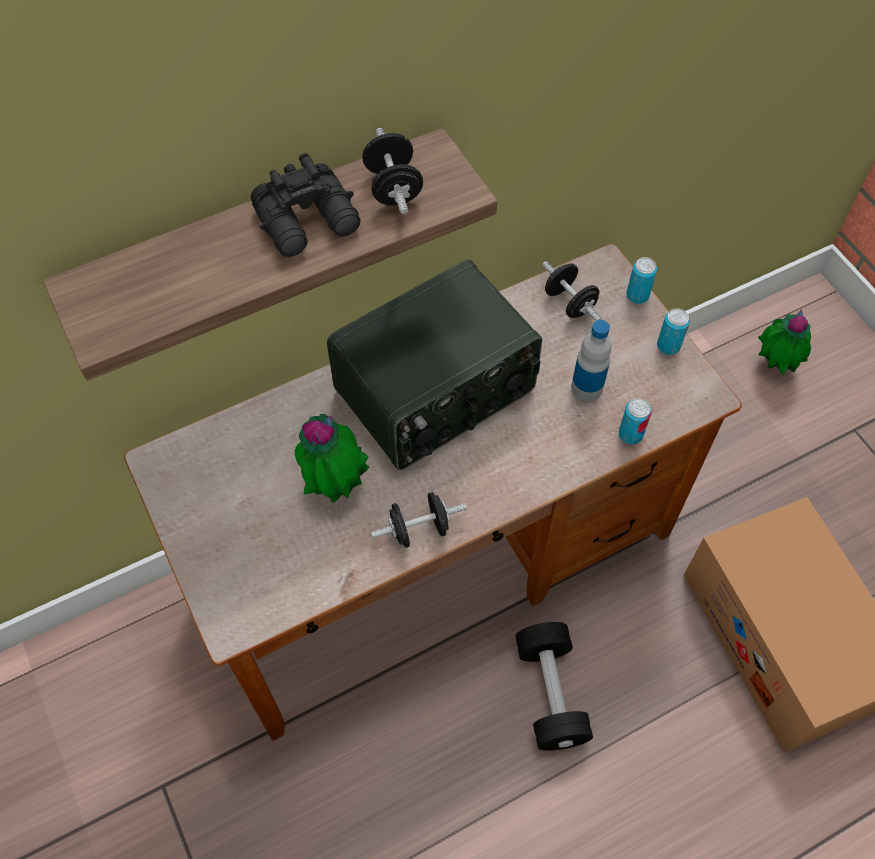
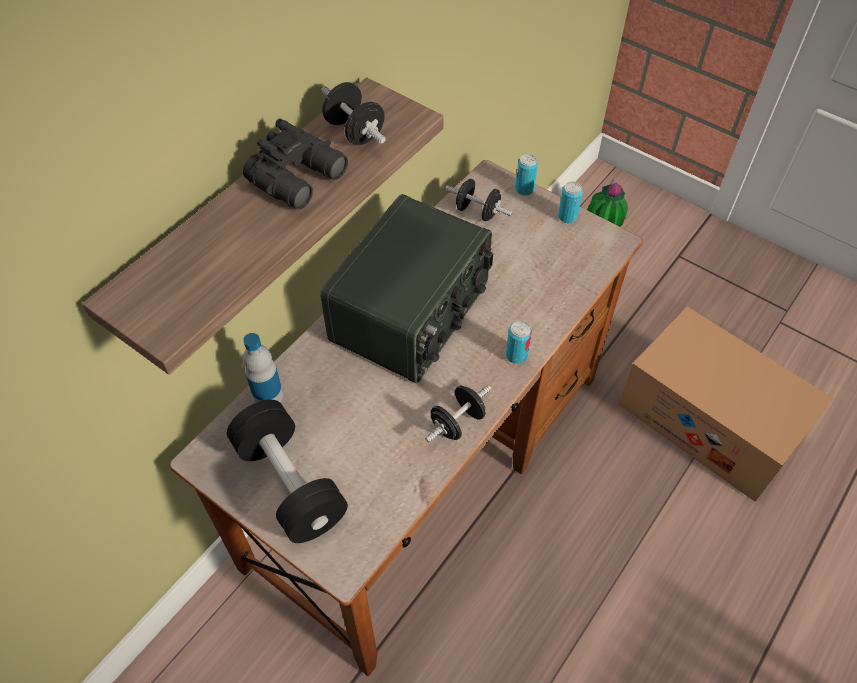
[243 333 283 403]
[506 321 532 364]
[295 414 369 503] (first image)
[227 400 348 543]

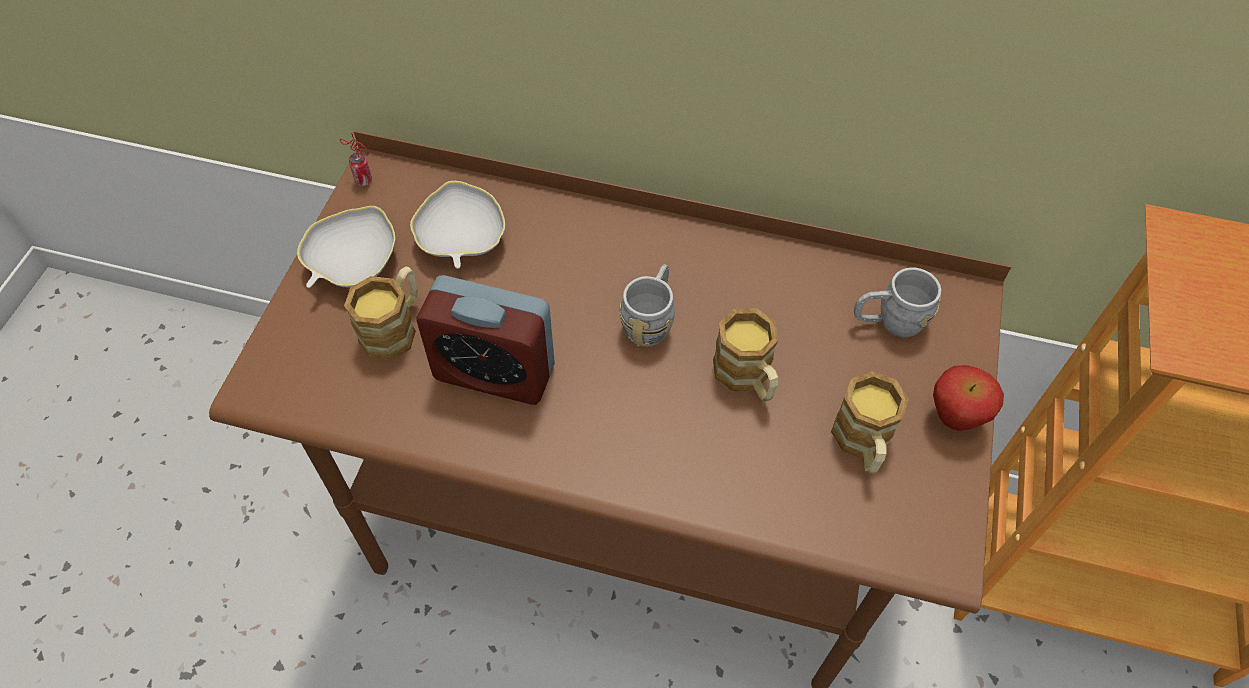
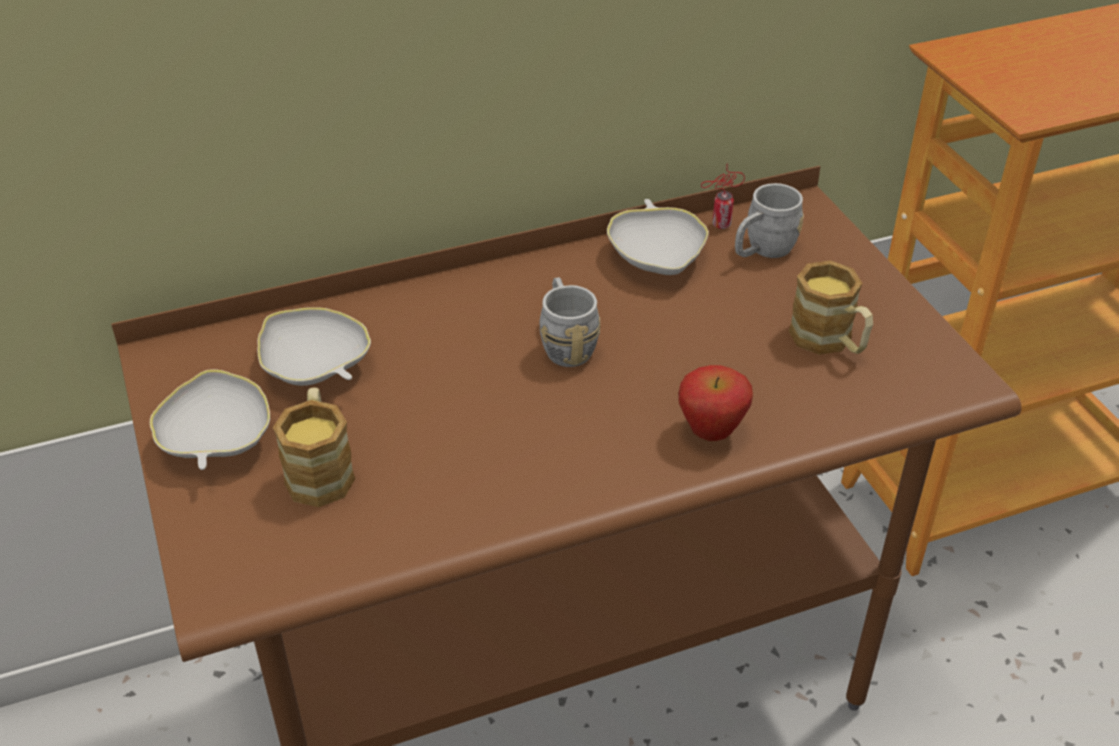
[701 164 745 229]
[417 275 555 405] (first image)
[713 308 778 402] (first image)
[678 365 753 441]
[607 199 709 275]

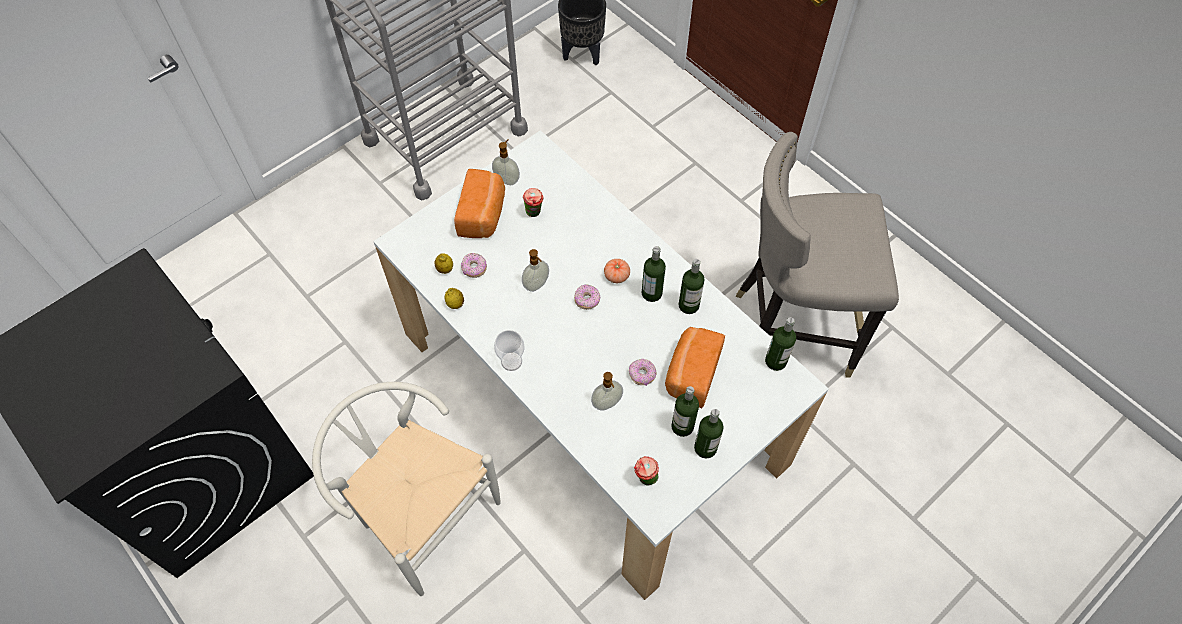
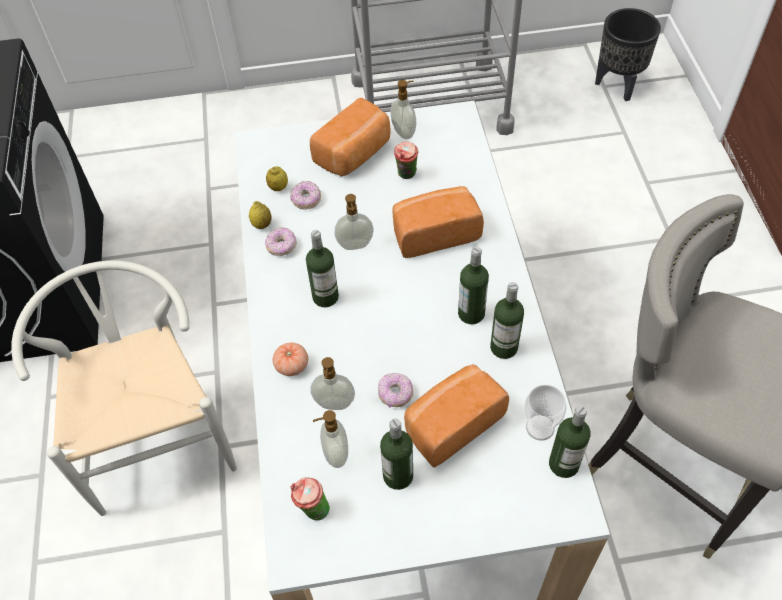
[273 342 308 376]
[265 227 297 256]
[524 385 567 441]
[306 230 339 307]
[392 186 484 258]
[313 410 348 468]

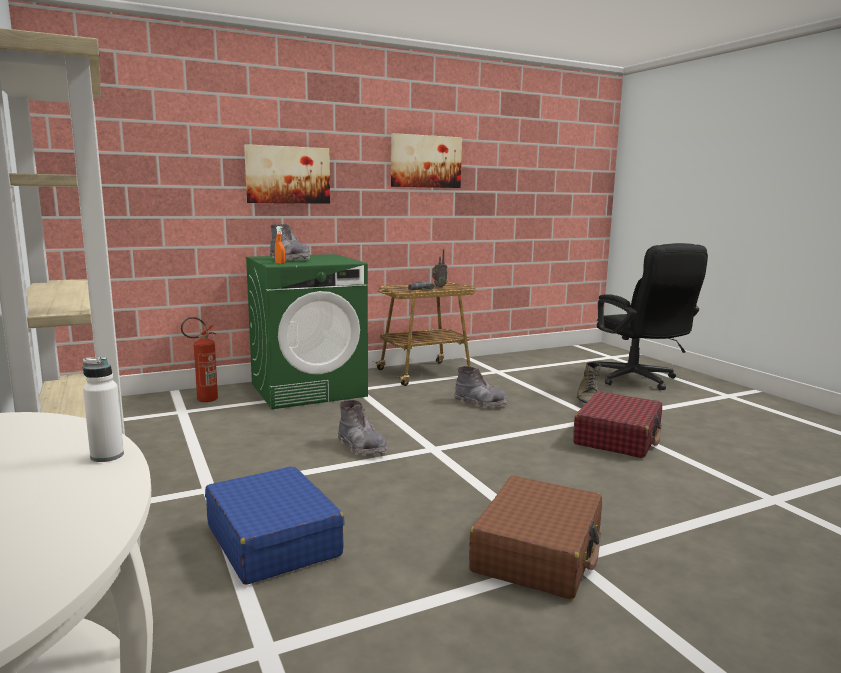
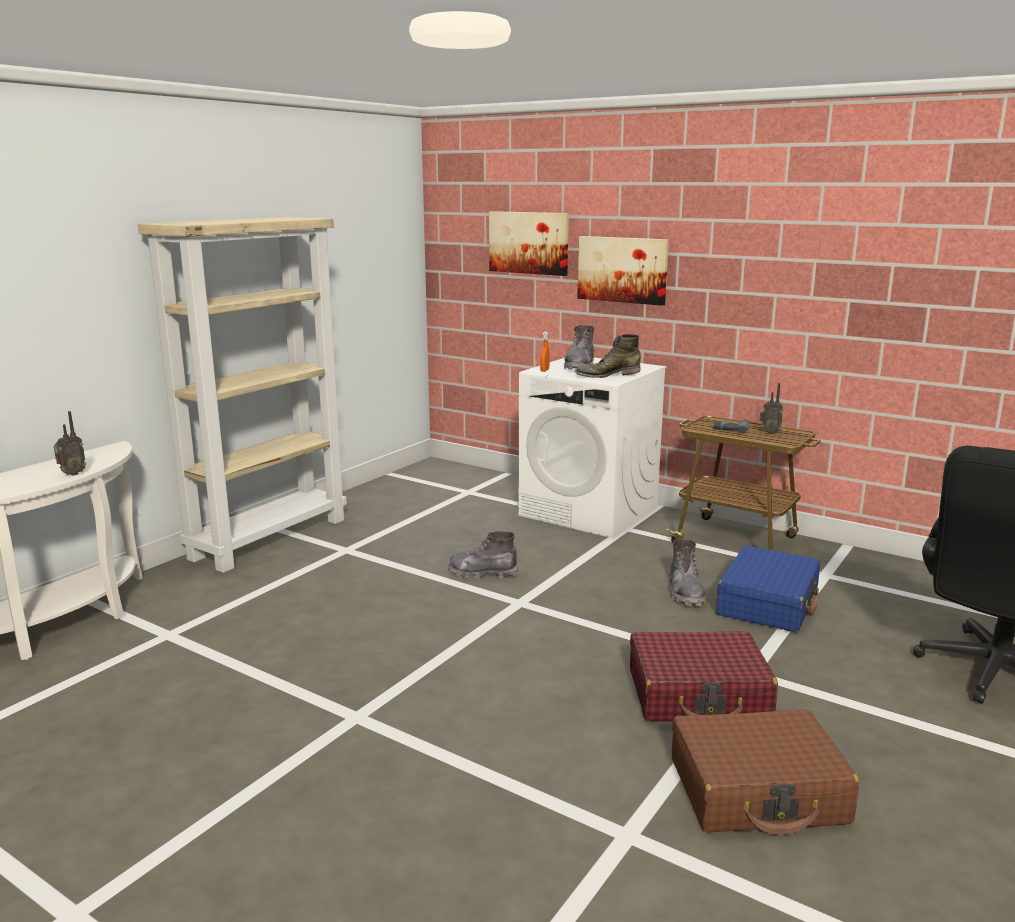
[489 211 569 276]
[518 358 667 538]
[181 317 218 402] (first image)
[54 411 86 476]
[575 334 641 378]
[448 531 518 579]
[716 545 820 632]
[672 709 859 835]

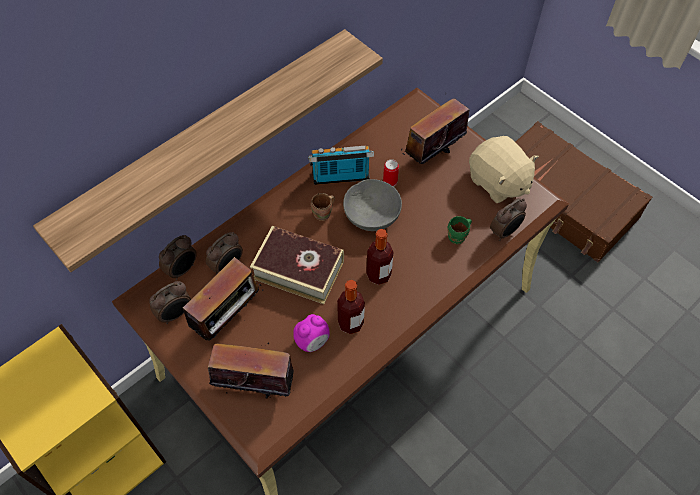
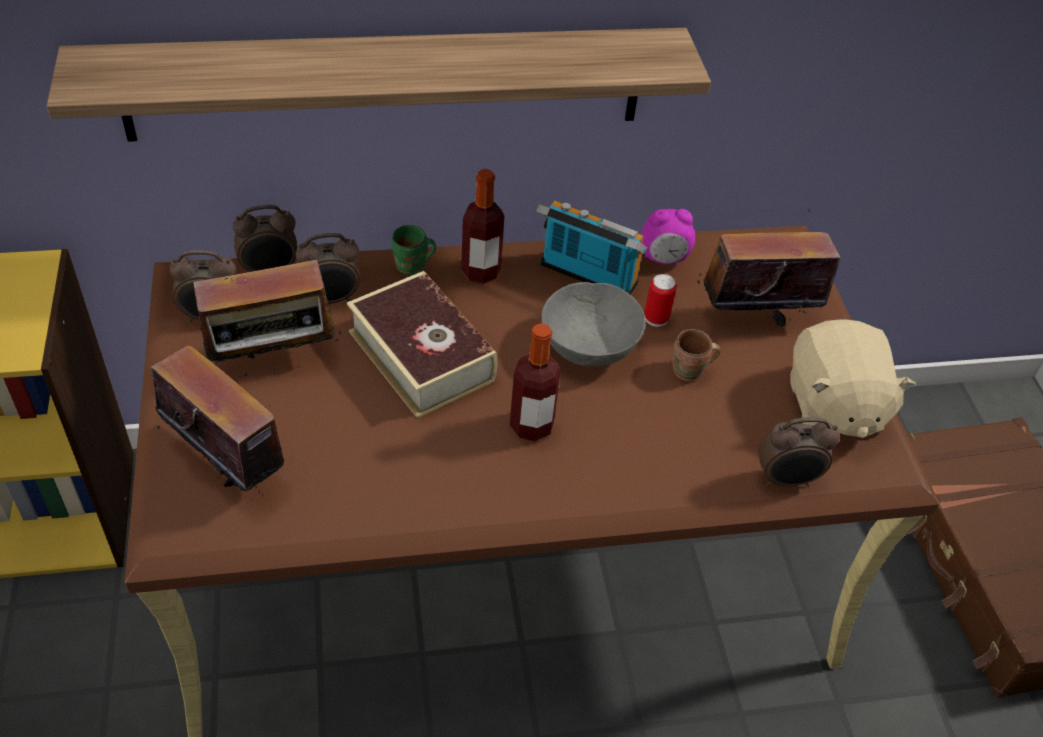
[673 329 721 381]
[392 225 436 275]
[461 169 504 284]
[641 209 695 265]

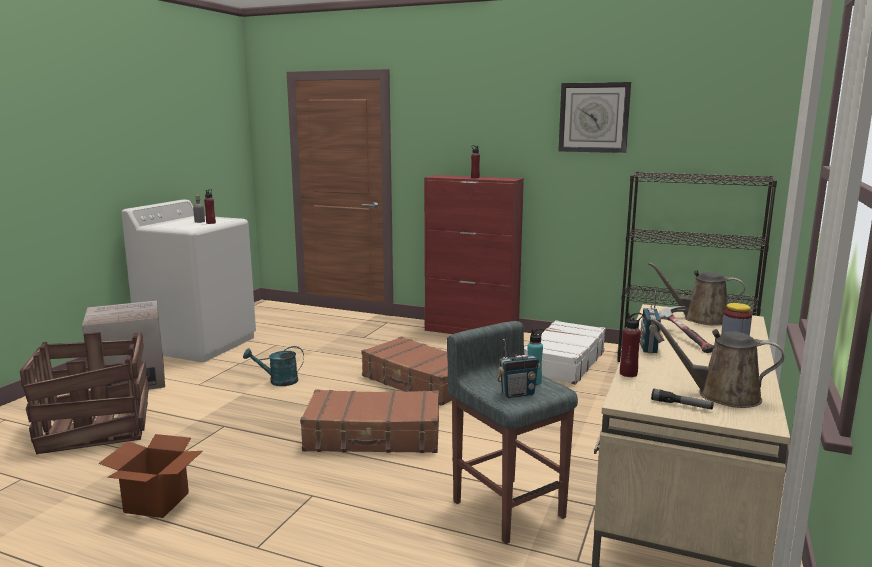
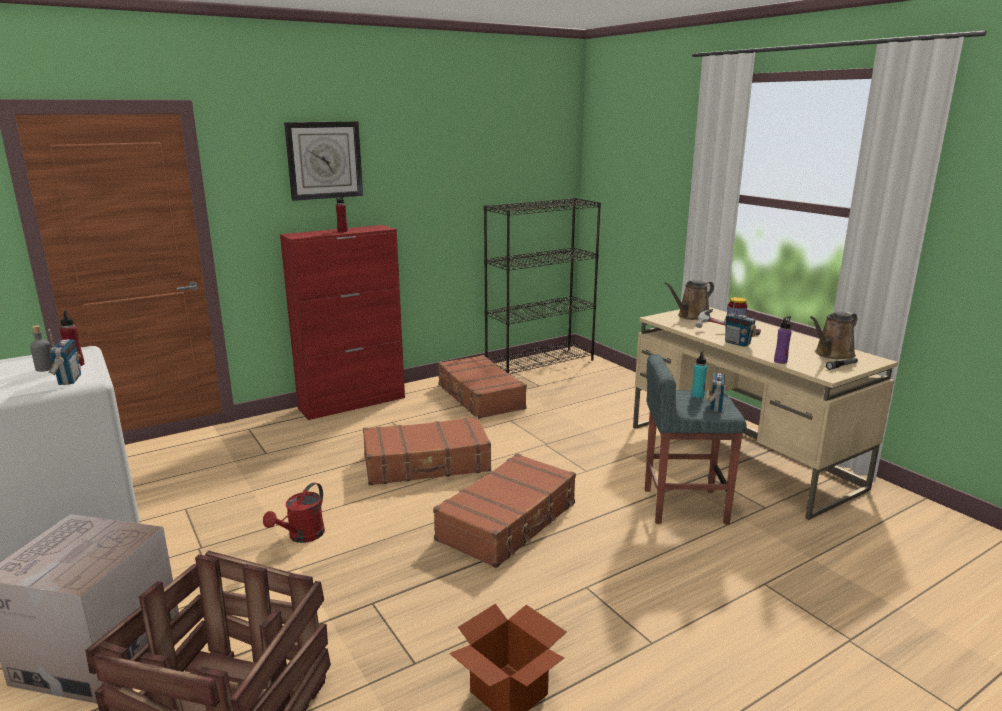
[284 121 363 201]
[774 316 792 364]
[438 355 527 419]
[263 483 325 543]
[48 329 81 385]

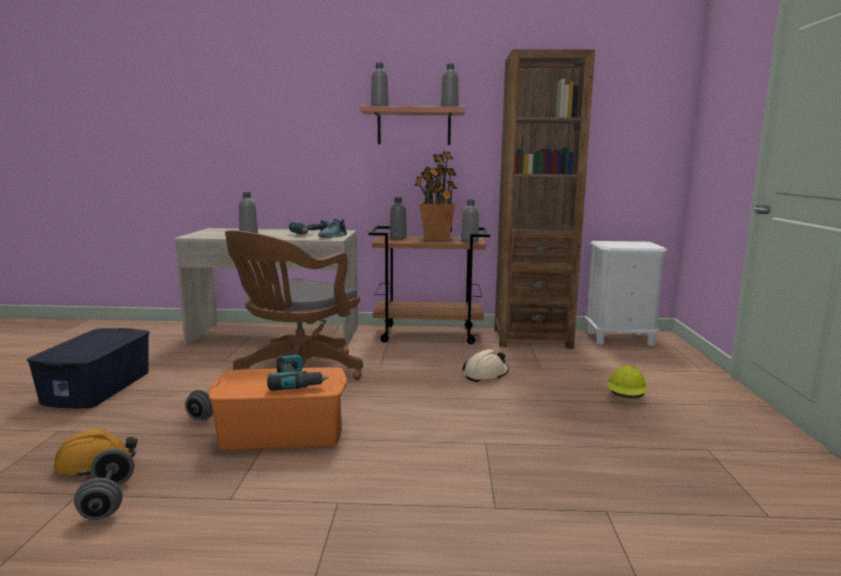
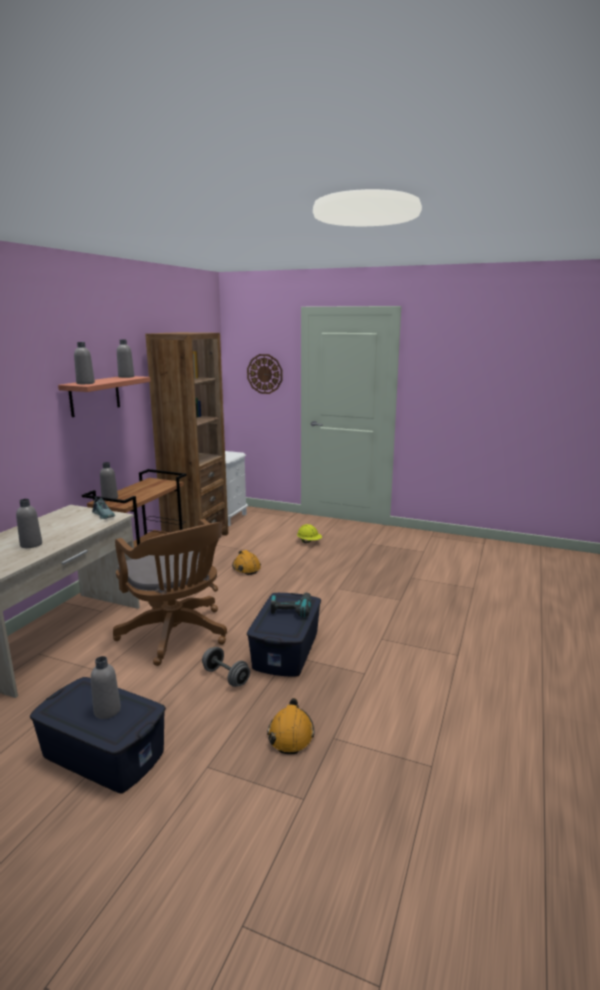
[415 151 457 241] (first image)
[91 656 121 719]
[289 220 330 234] (first image)
[232 550 261 575]
[247 593 321 677]
[74 449 134 520] (first image)
[247 354 283 394]

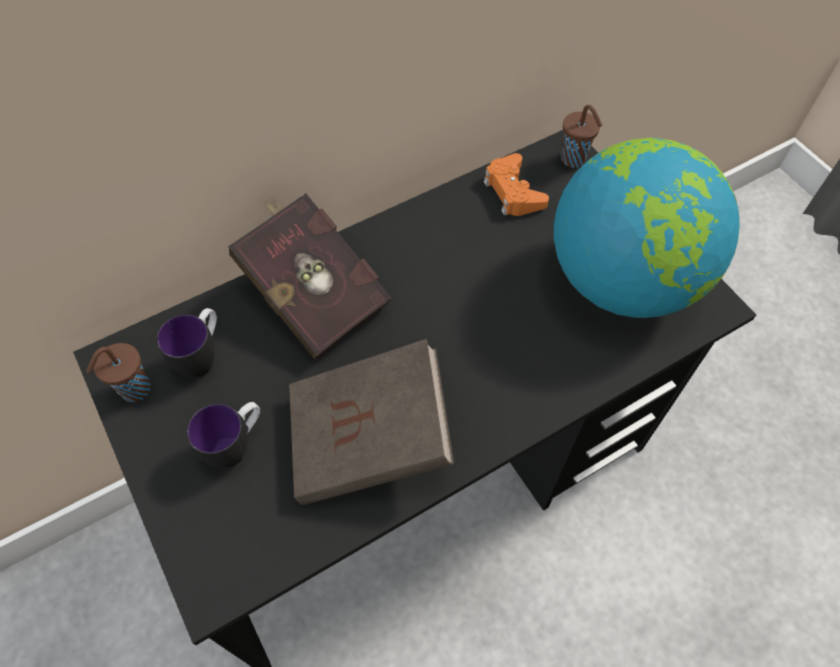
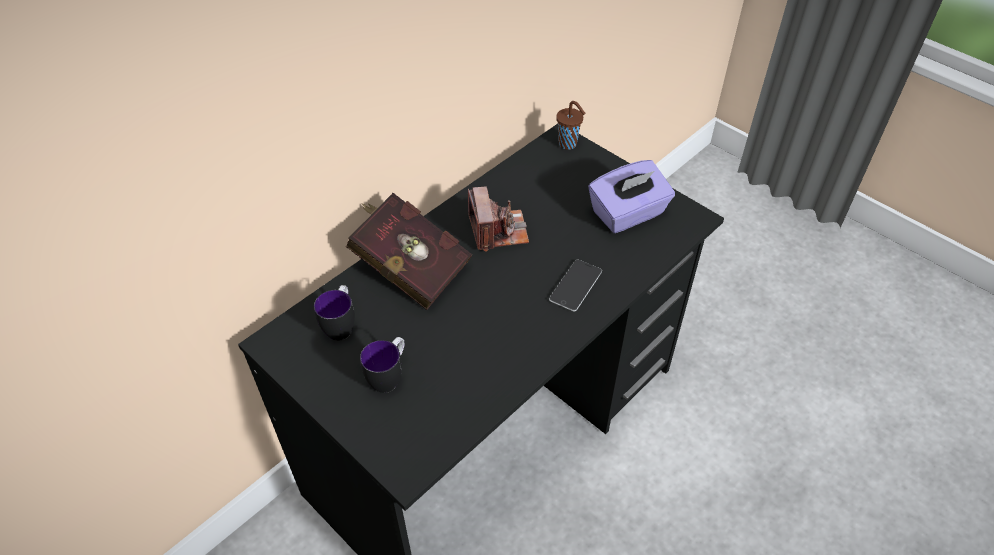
[589 160 675 233]
[484 153 549 216] (first image)
[289 339 454 505] (first image)
[86 343 151 402] (first image)
[468 186 529 252]
[549 260 602 312]

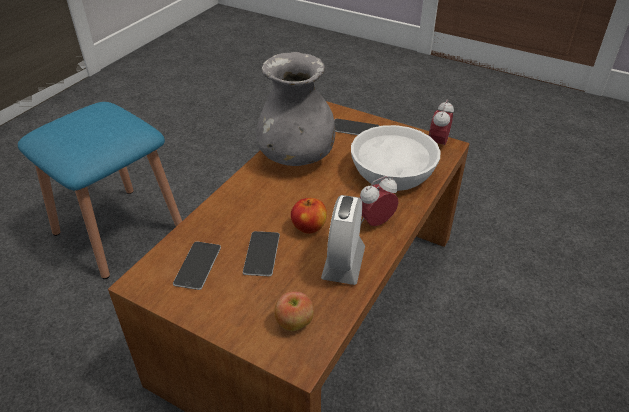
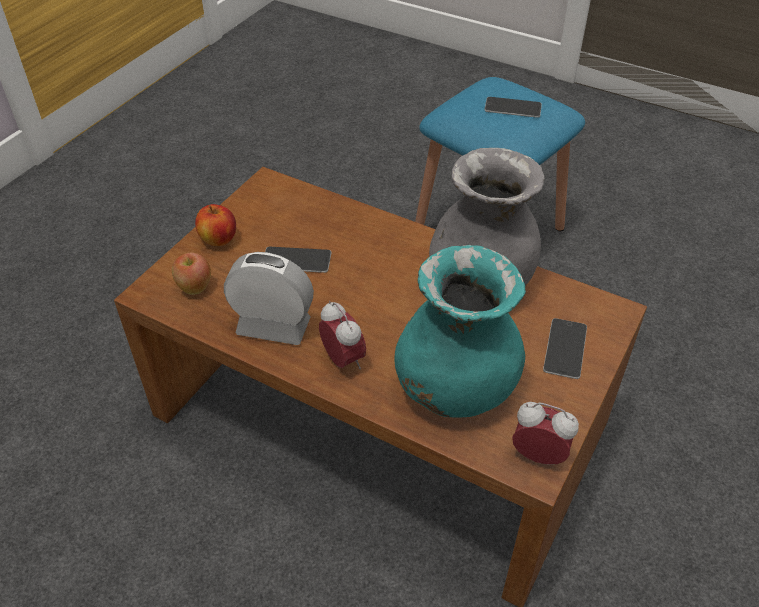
[394 245 526 418]
[195 204 236 246]
[484 97 542 118]

